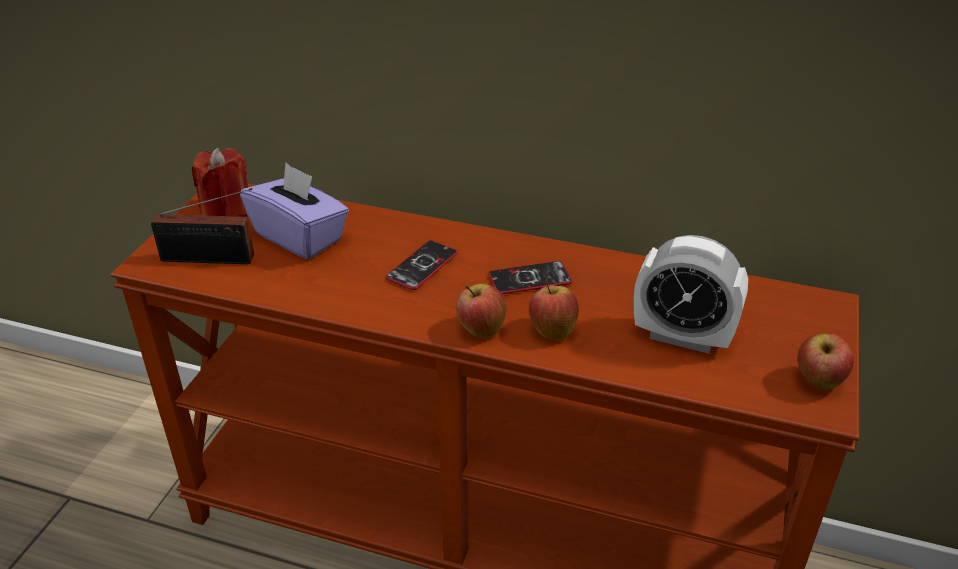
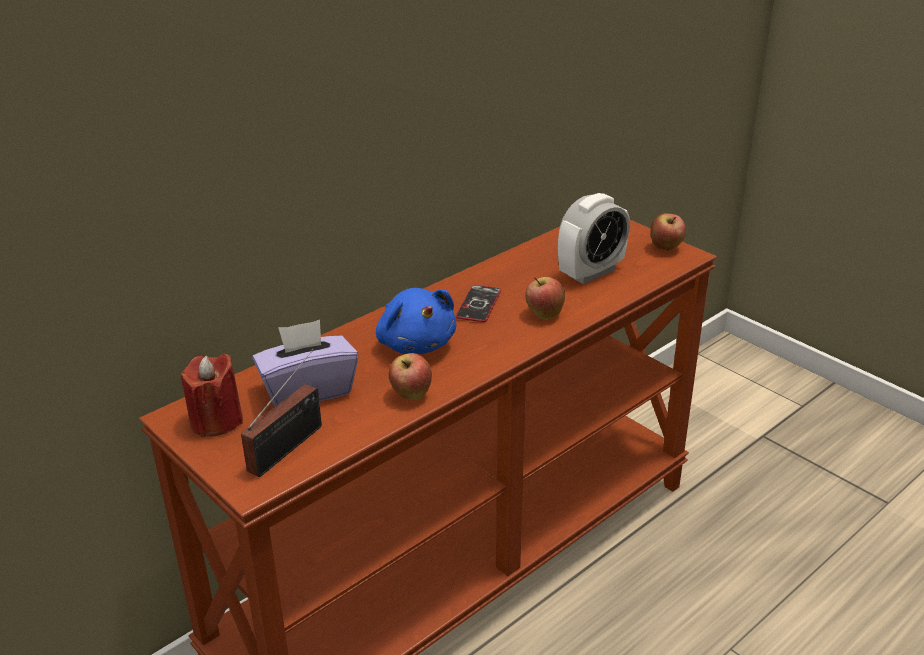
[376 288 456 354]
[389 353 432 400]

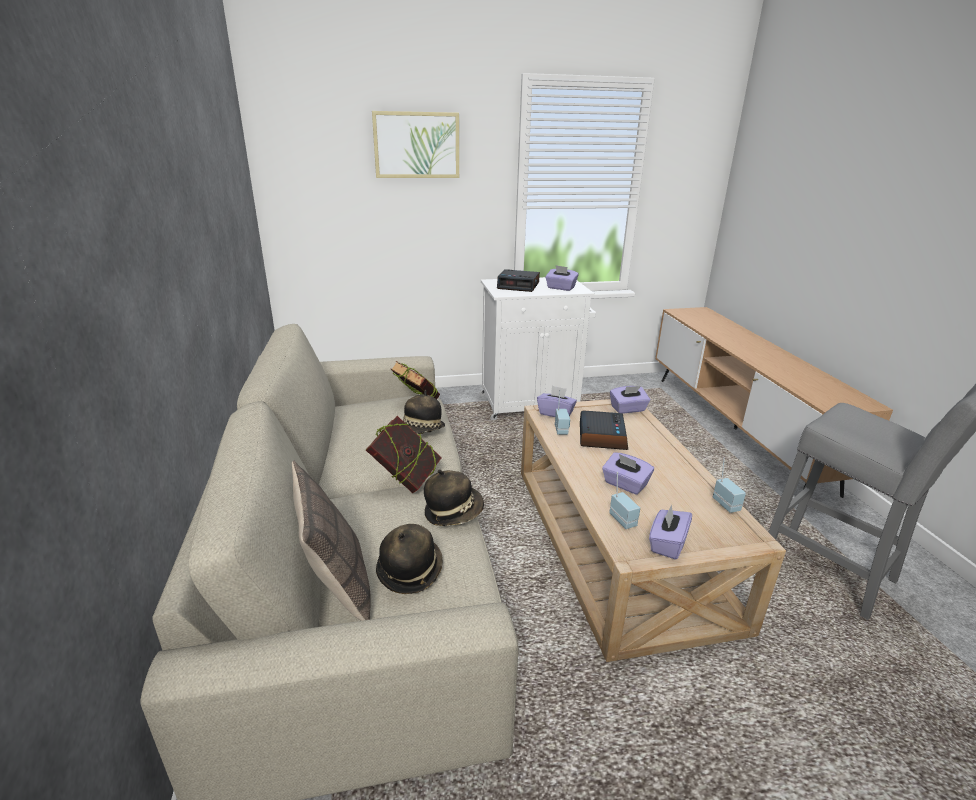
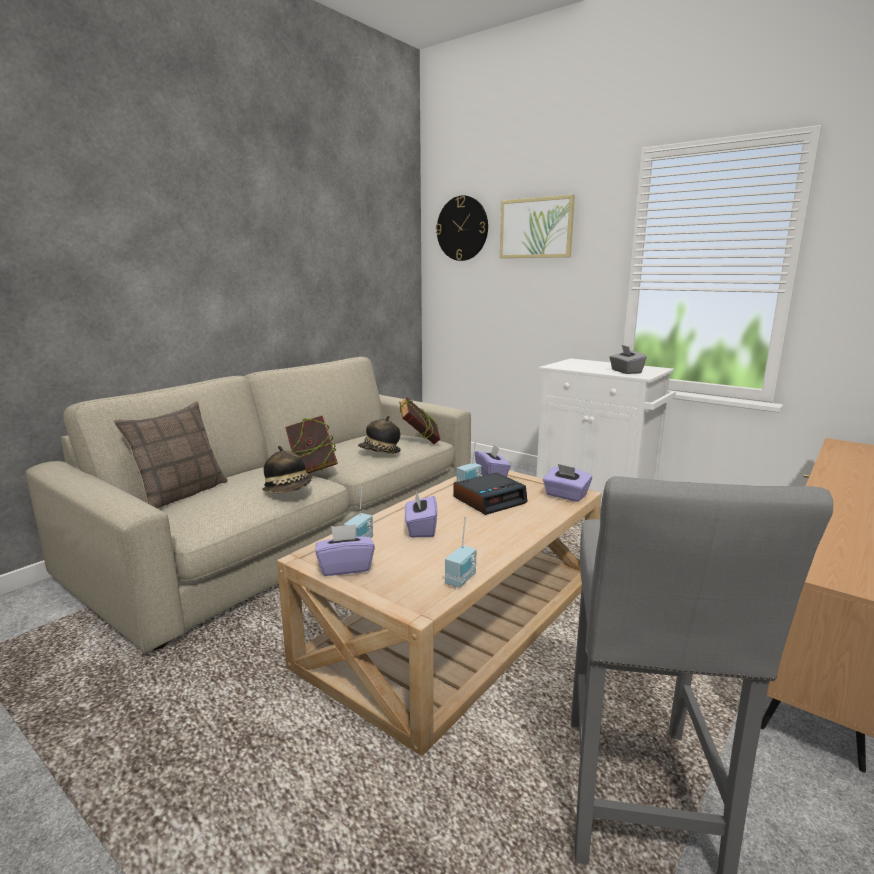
[609 345 647 374]
[497 269 540 292] (first image)
[376 524 443 594] (first image)
[436 195 488 261]

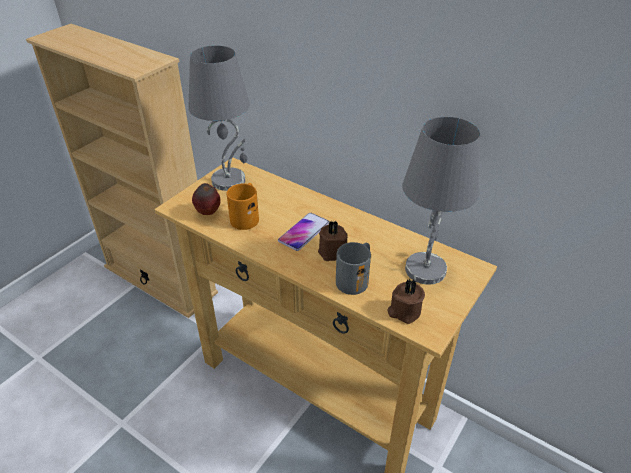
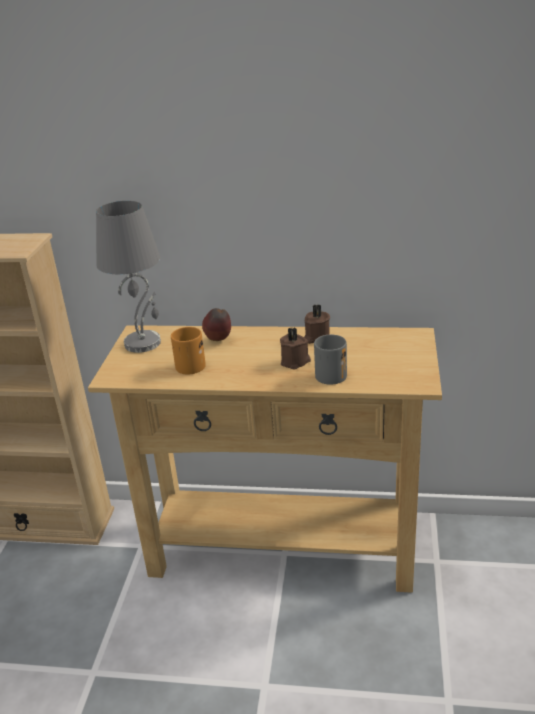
[402 117 480 285] (first image)
[202 308 231 341]
[278 213 329 251] (first image)
[305 304 330 344]

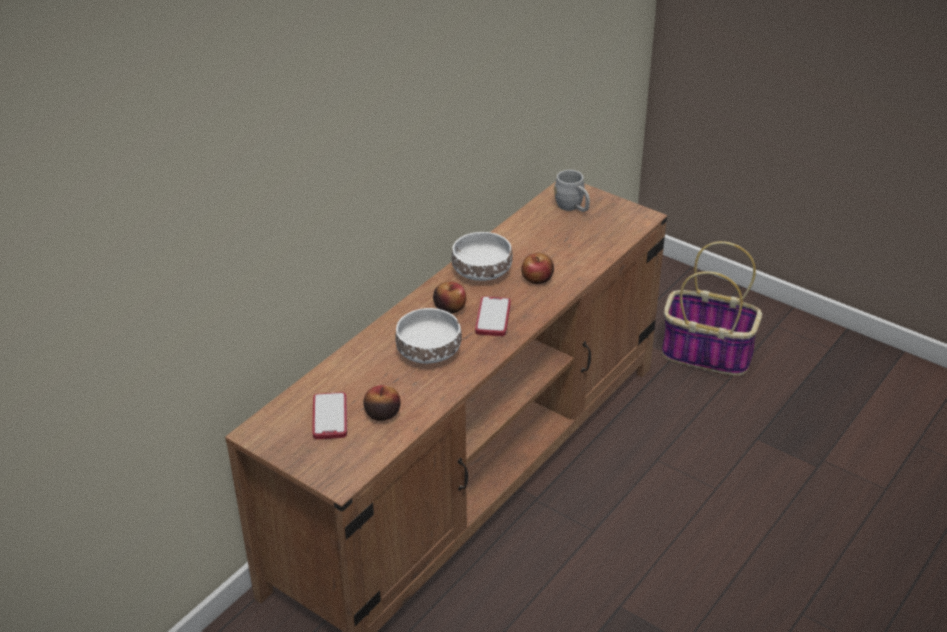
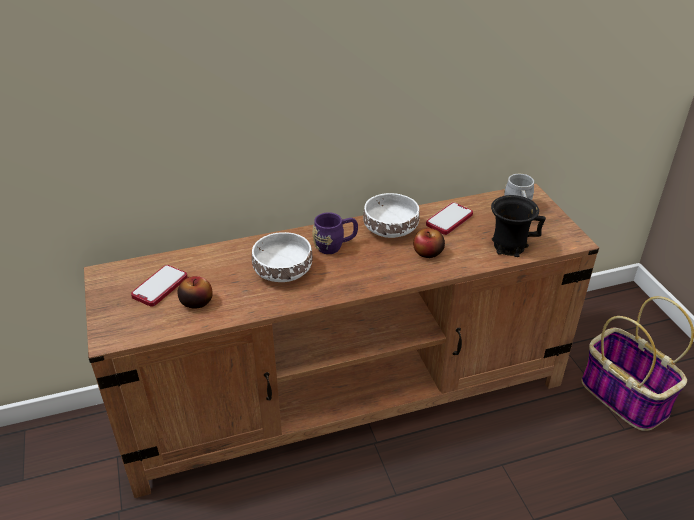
[312 212 358 254]
[426 202 473 235]
[491 195 546 257]

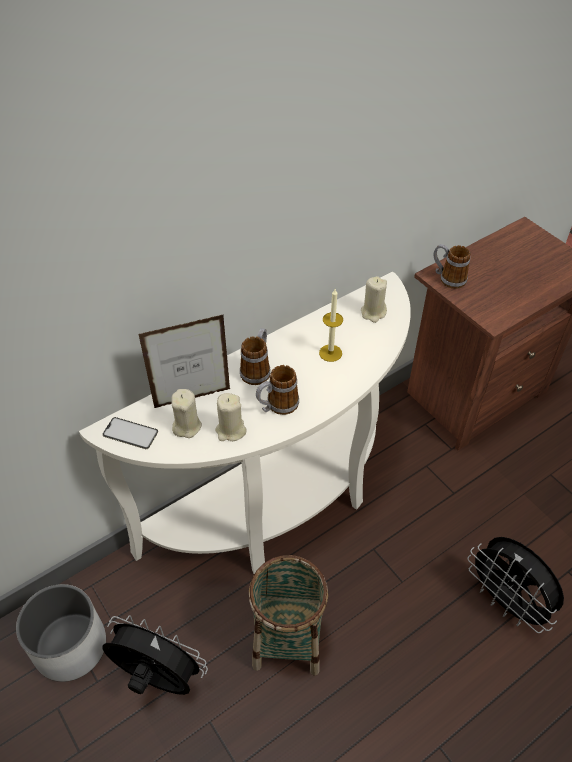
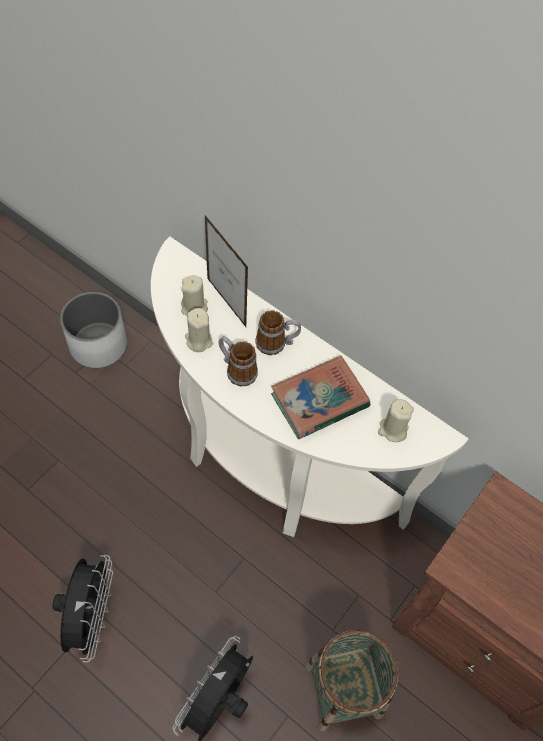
[434 244 470 289] (first image)
[271 356 370 439]
[103 417 158 449] (first image)
[305 630 398 731]
[52 555 113 663]

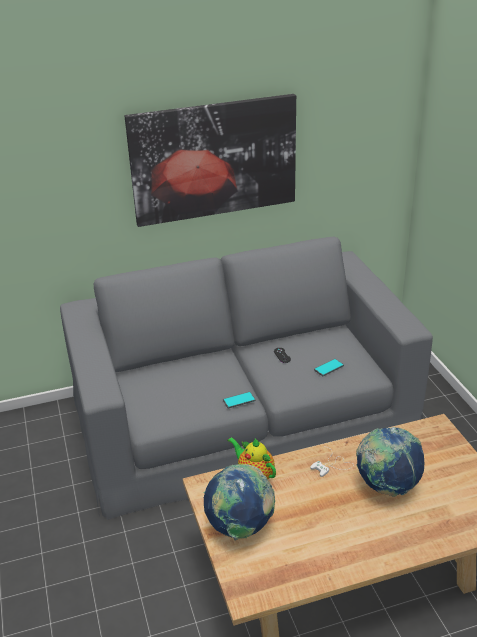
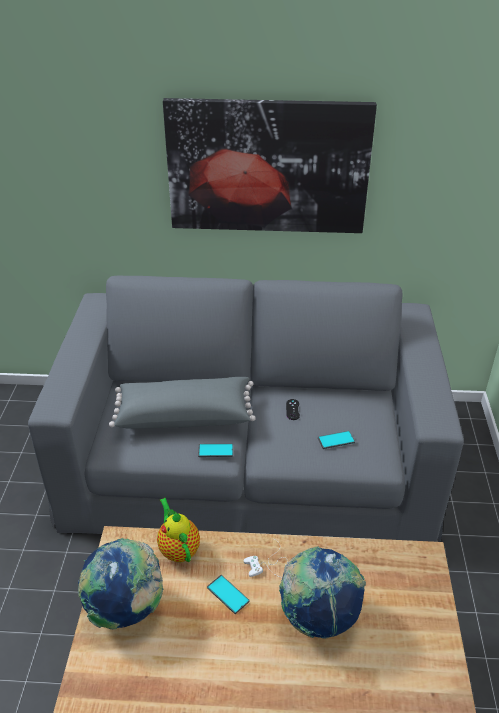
[109 377 256 429]
[207 575 250 614]

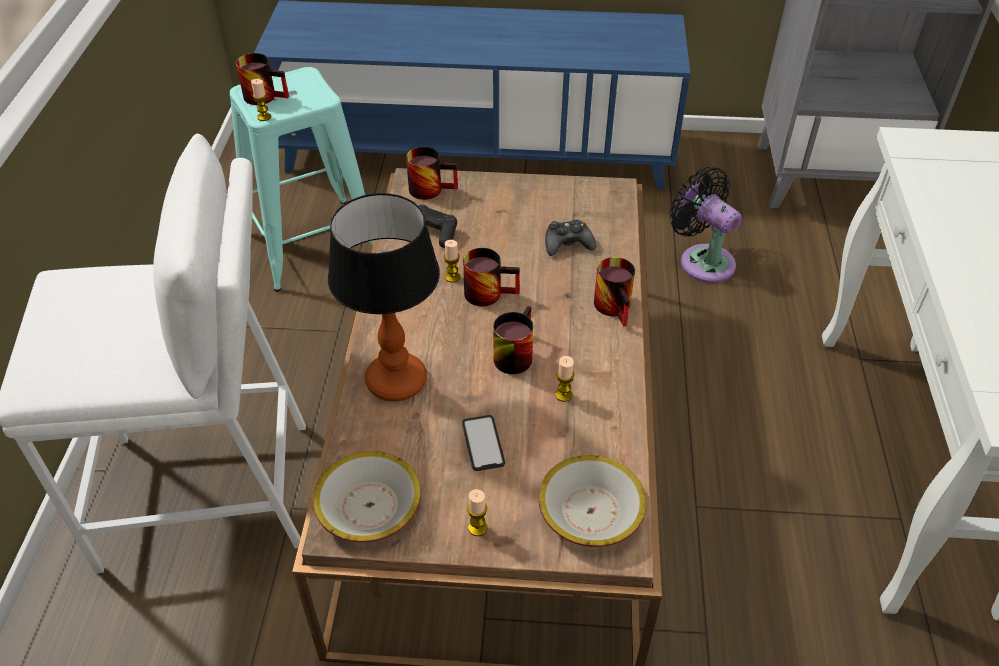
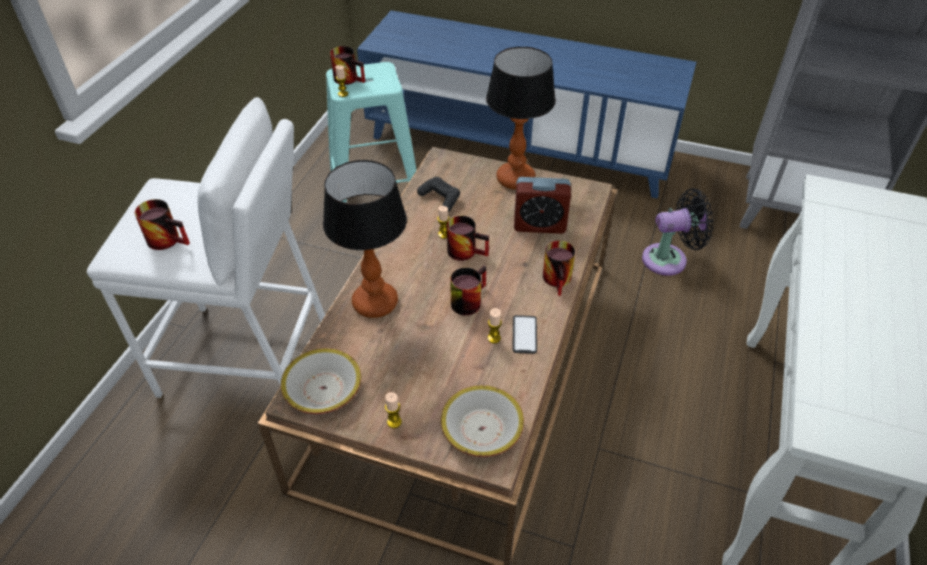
[135 199 190 250]
[642 188 714 276]
[514 177 571 234]
[513 315 537 354]
[486 47 556 190]

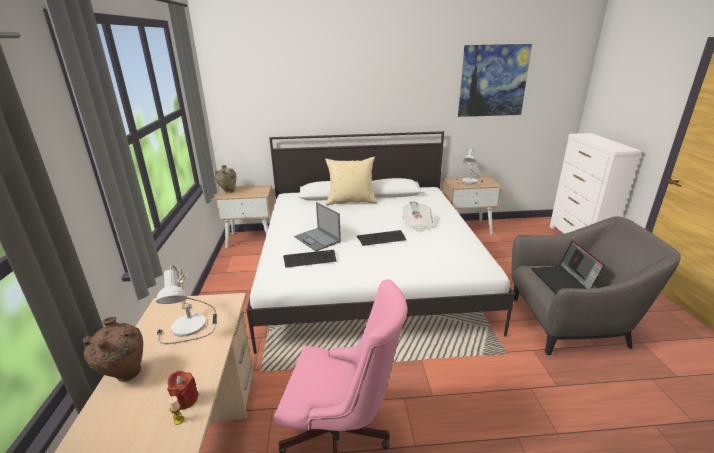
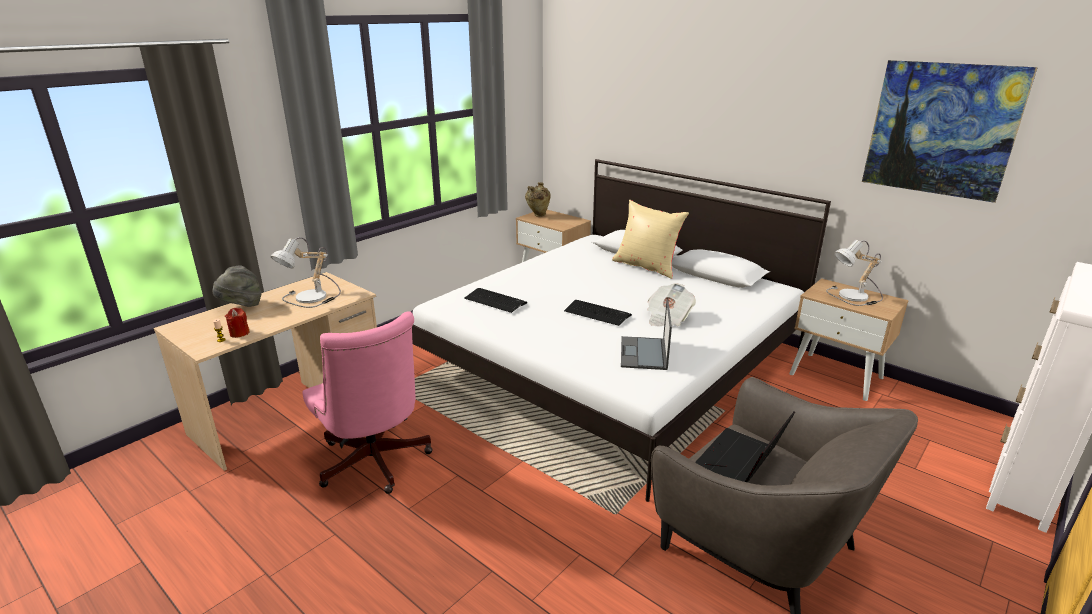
[621 300 672 370]
[213 265 262 307]

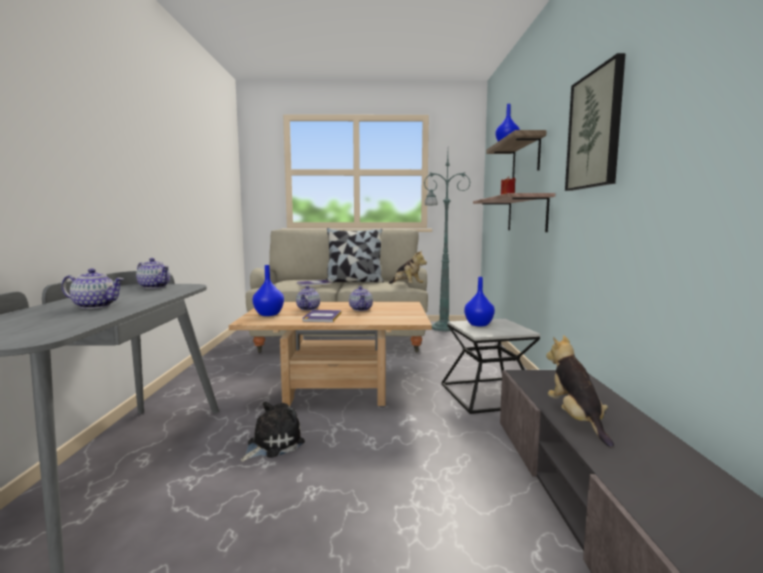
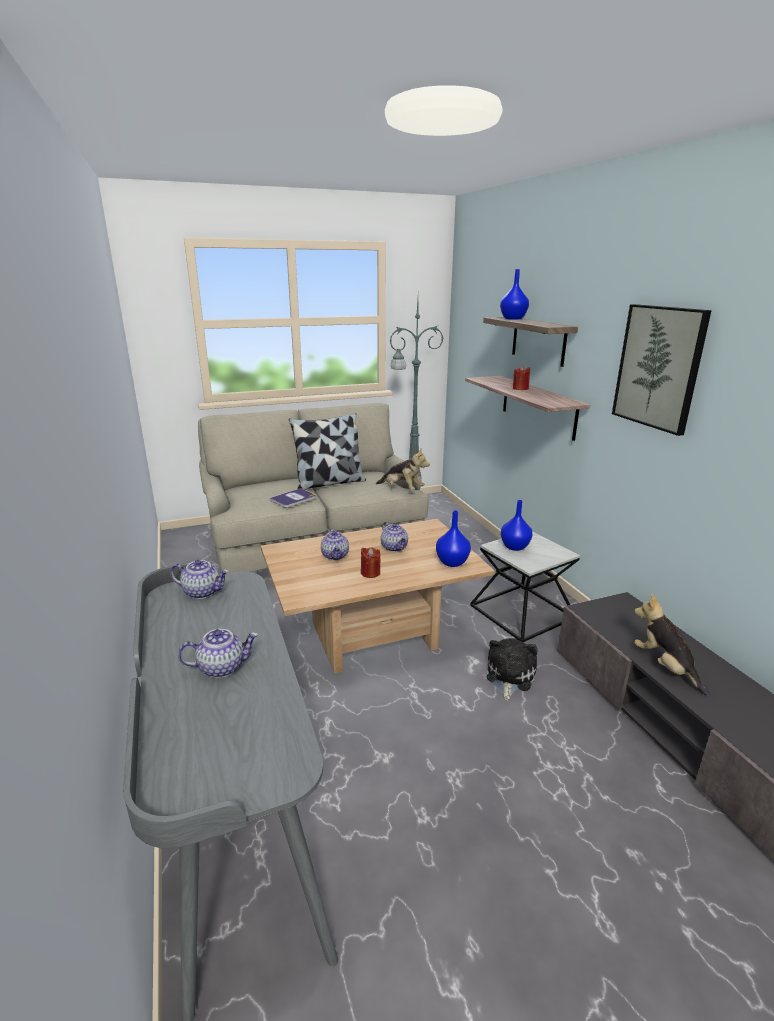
[436 510 471 567]
[361 547 381 578]
[487 638 537 701]

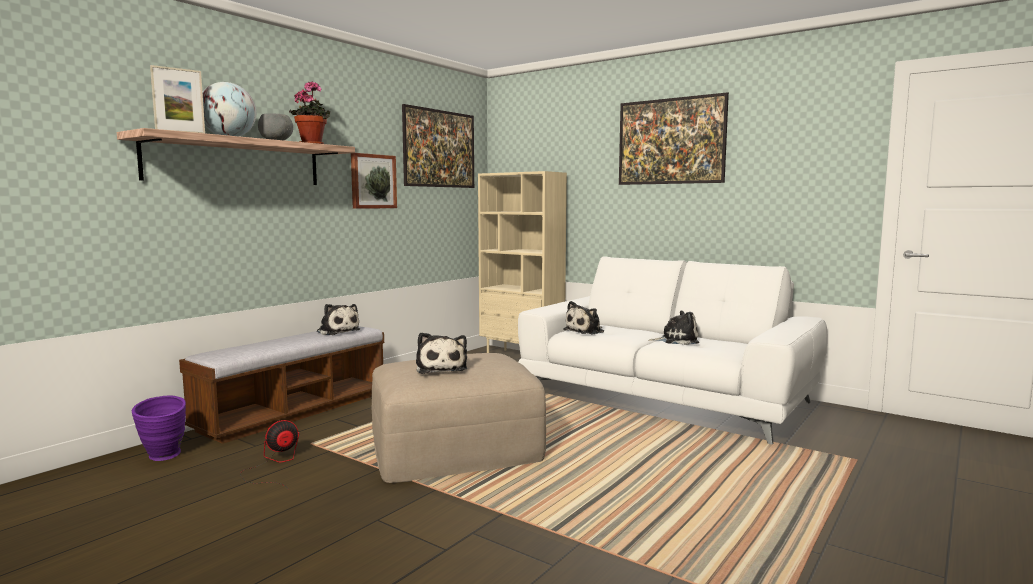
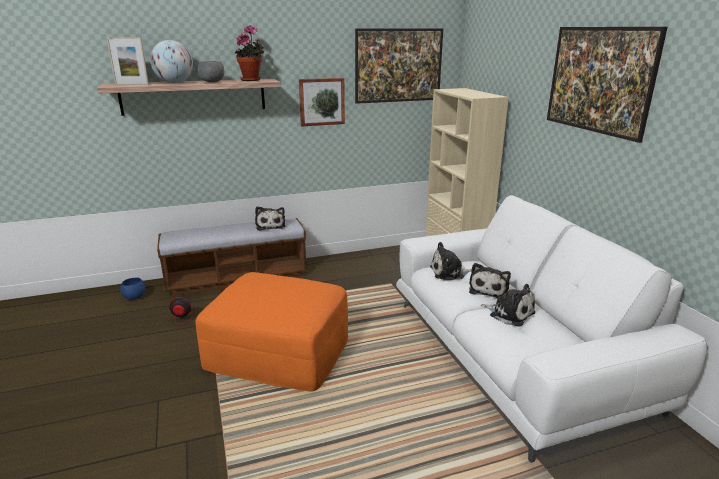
[469 263 511 298]
[195 272 348 392]
[120 277 146 300]

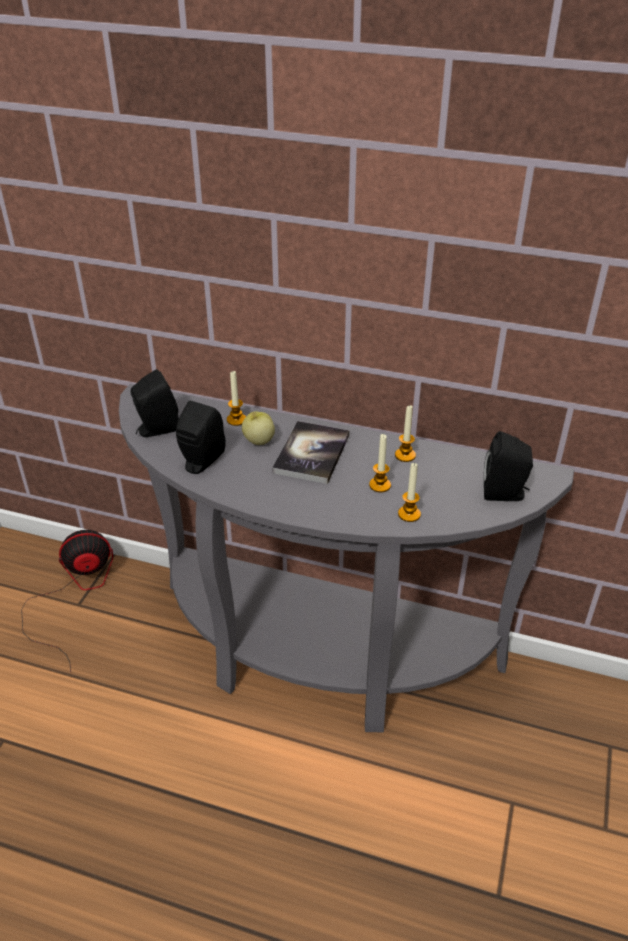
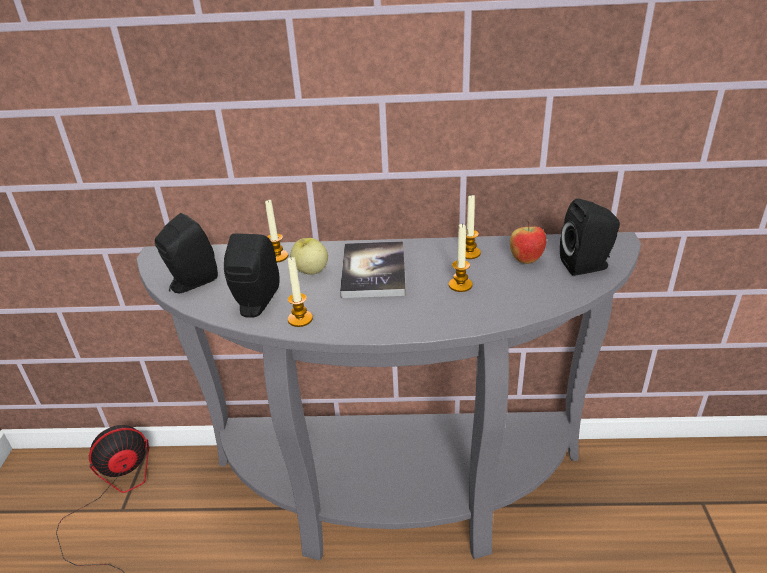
[287 257 313 327]
[510 221 546 264]

